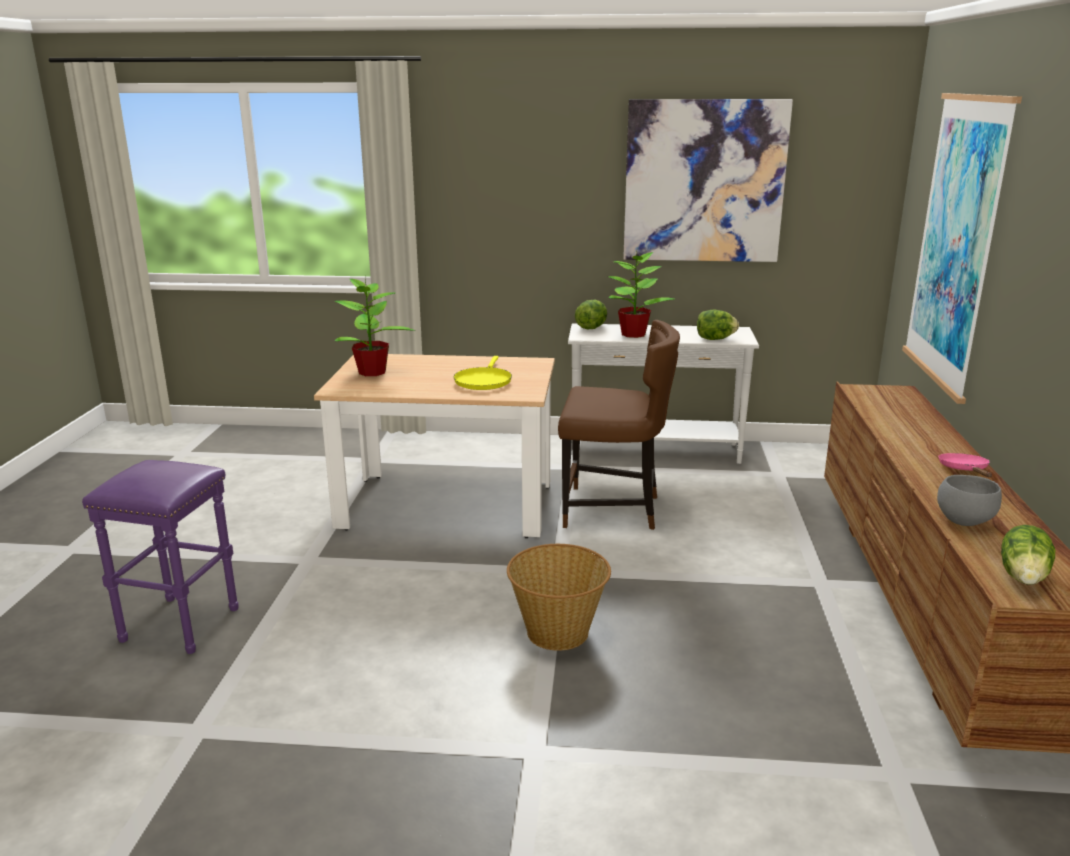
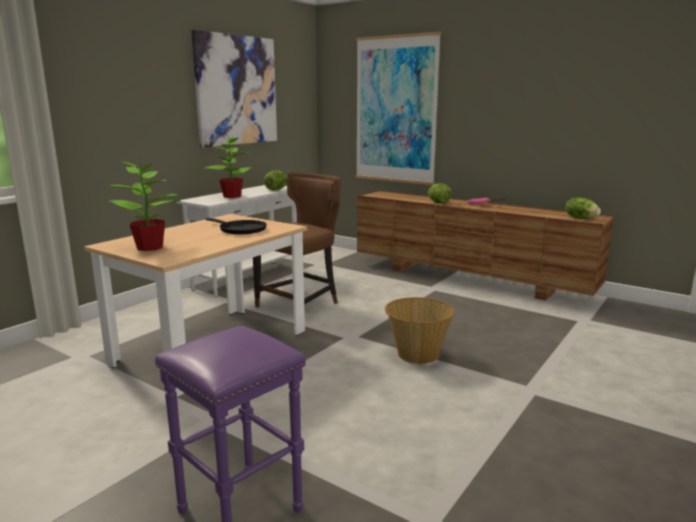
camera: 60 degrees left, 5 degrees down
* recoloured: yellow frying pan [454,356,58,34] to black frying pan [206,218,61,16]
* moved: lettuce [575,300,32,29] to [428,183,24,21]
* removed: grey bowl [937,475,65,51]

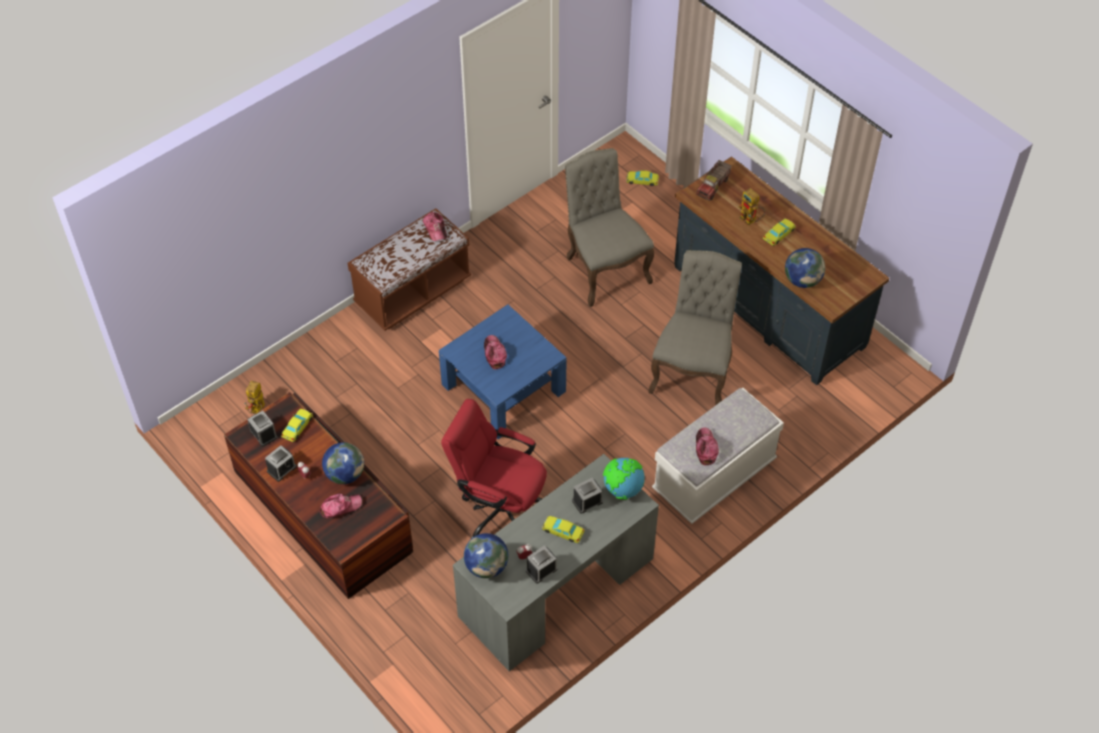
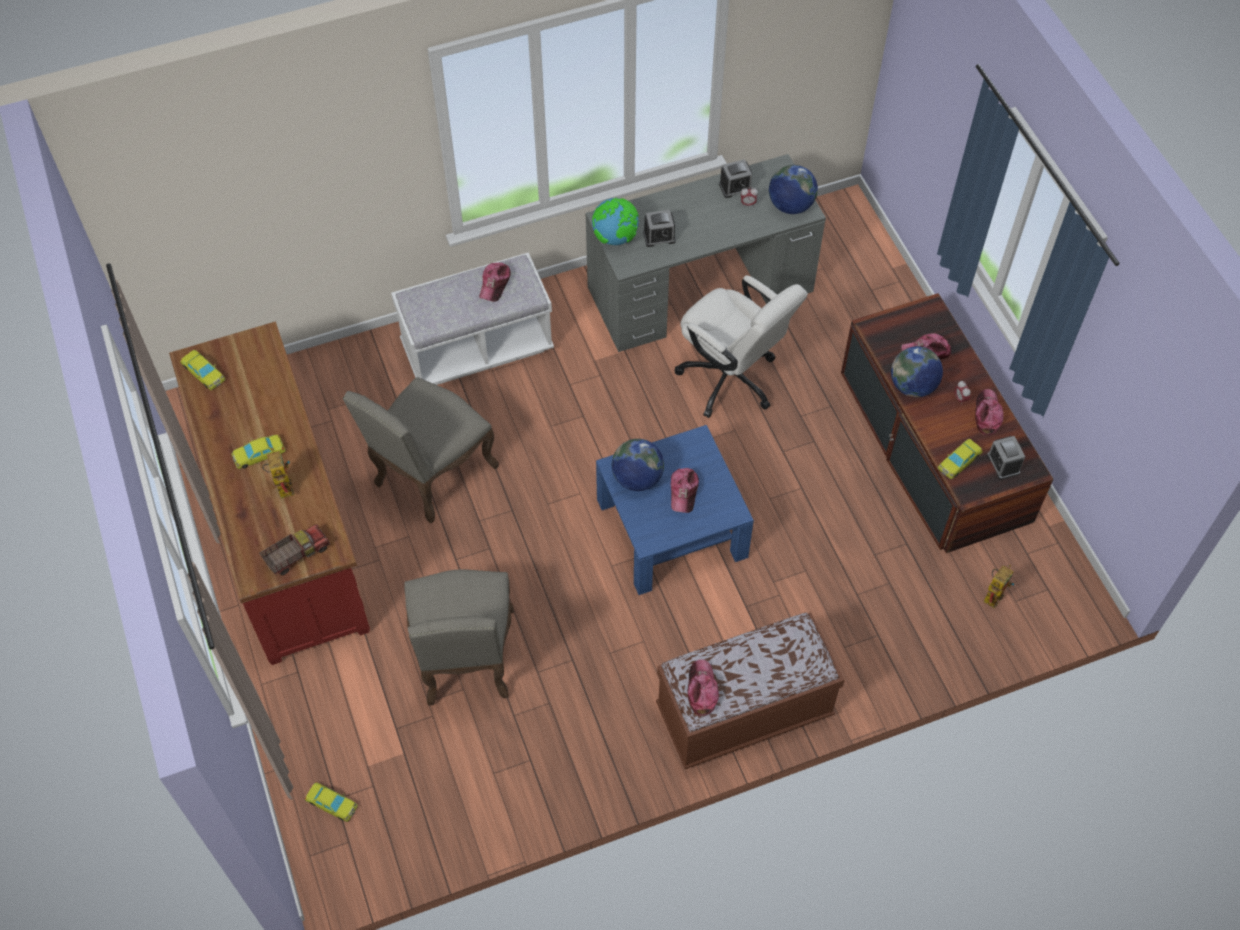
camera: 160 degrees left, 5 degrees up
* recoloured: blue dresser [674,156,215,229] to red dresser [169,321,201,344]
* moved: yellow toy car [542,516,43,27] to [180,350,45,40]
* moved: globe [785,248,40,40] to [612,439,52,52]
* recoloured: red office chair [441,399,106,141] to white office chair [674,275,134,143]
* replaced: alarm clock [265,445,32,37] to cap [975,389,28,46]

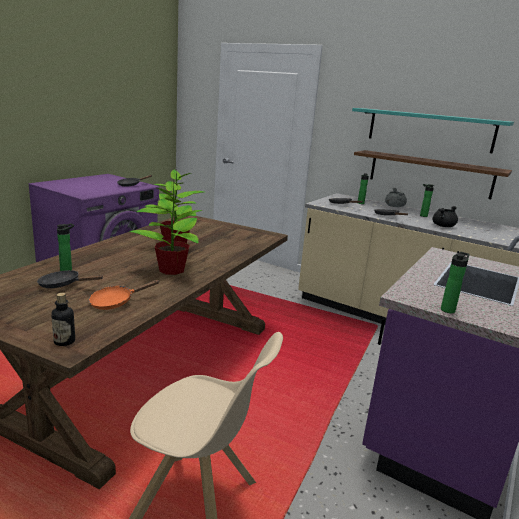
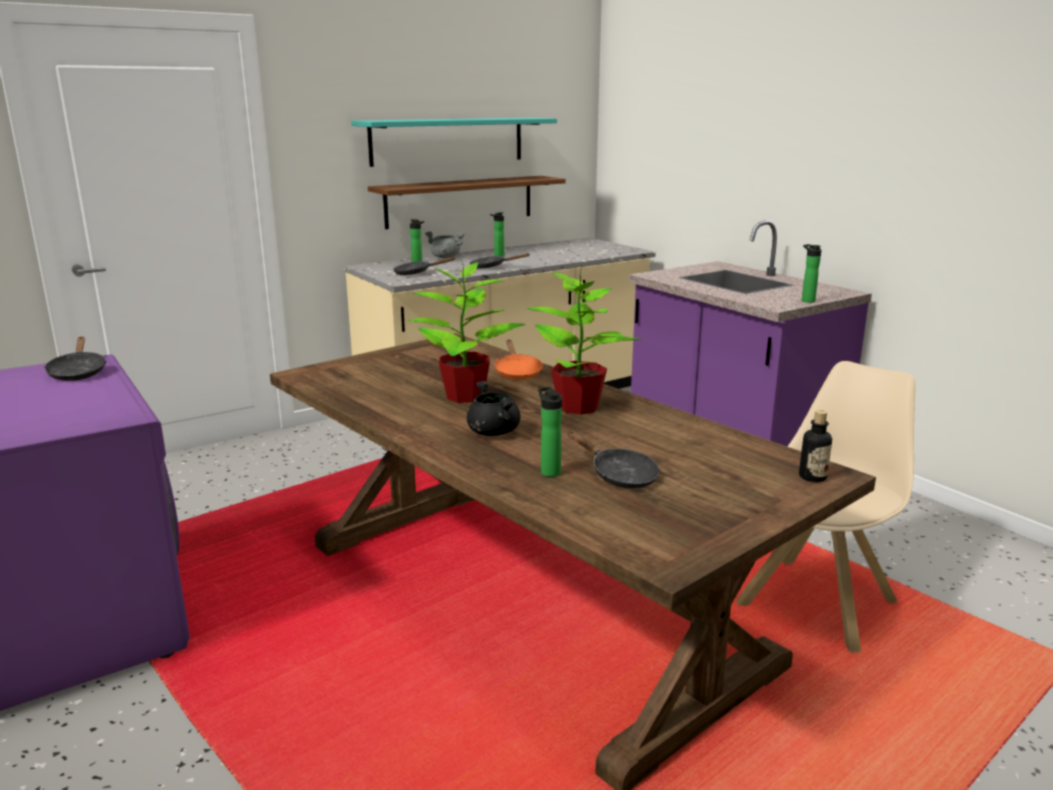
camera: 65 degrees left, 0 degrees up
* moved: black cooking pot [432,206,26,21] to [467,381,53,55]
* moved: orange frying pan [89,280,70,30] to [494,339,49,41]
* turned: black frying pan [37,270,67,18] = [567,431,92,58] 75 degrees counterclockwise

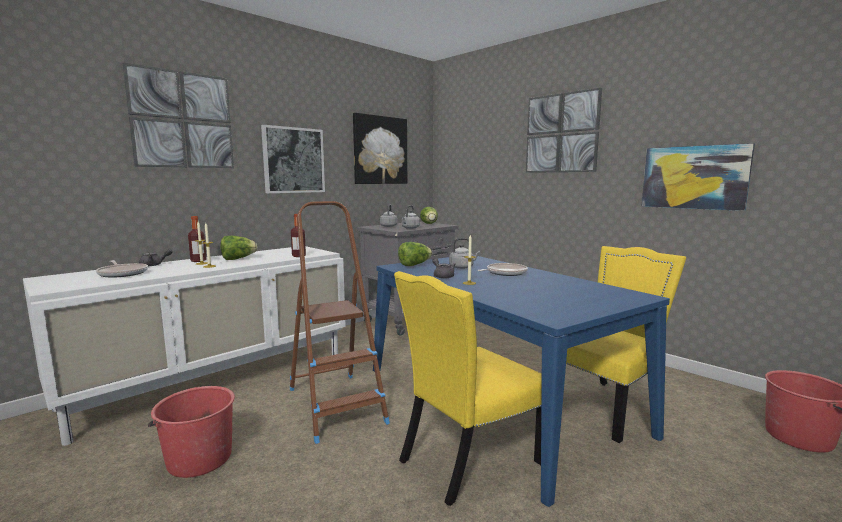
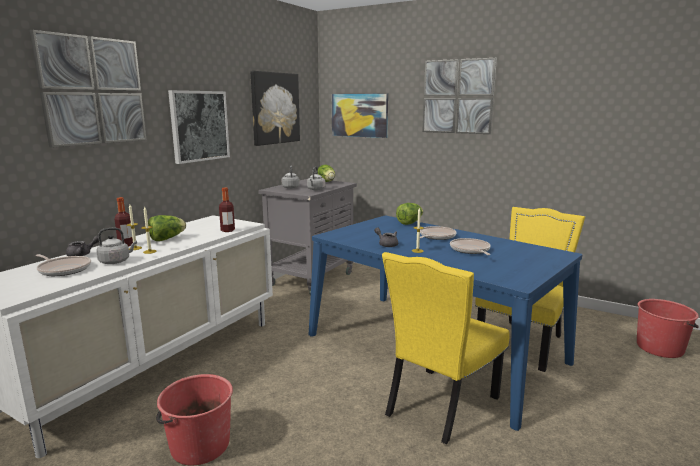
camera: 15 degrees left, 5 degrees up
* moved: grey kettle [449,238,31,31] to [96,227,41,37]
* moved: picture [642,143,113,68] to [332,93,56,45]
* moved: lettuce [398,242,34,24] to [396,203,27,22]
* added: frying pan [450,238,41,17]
* removed: brown step ladder [290,201,100,243]

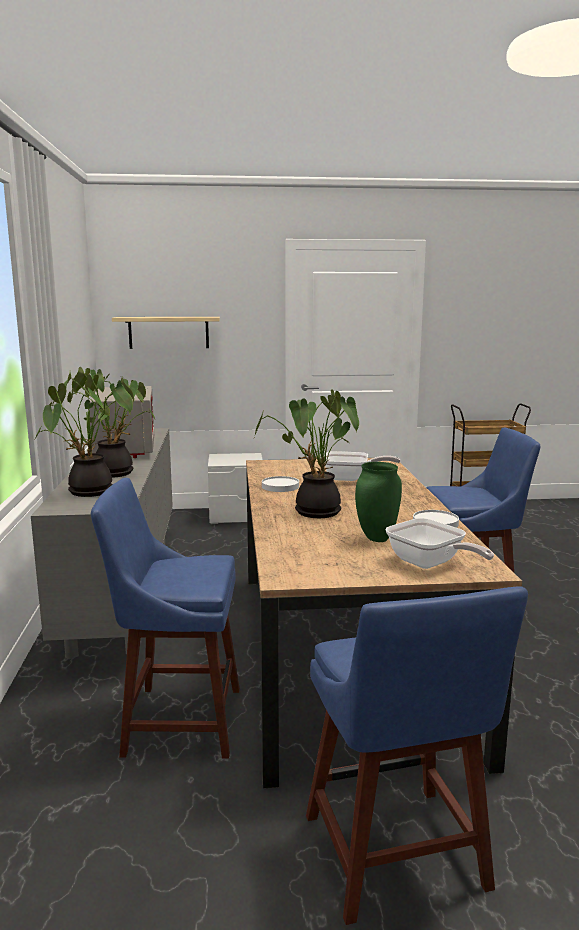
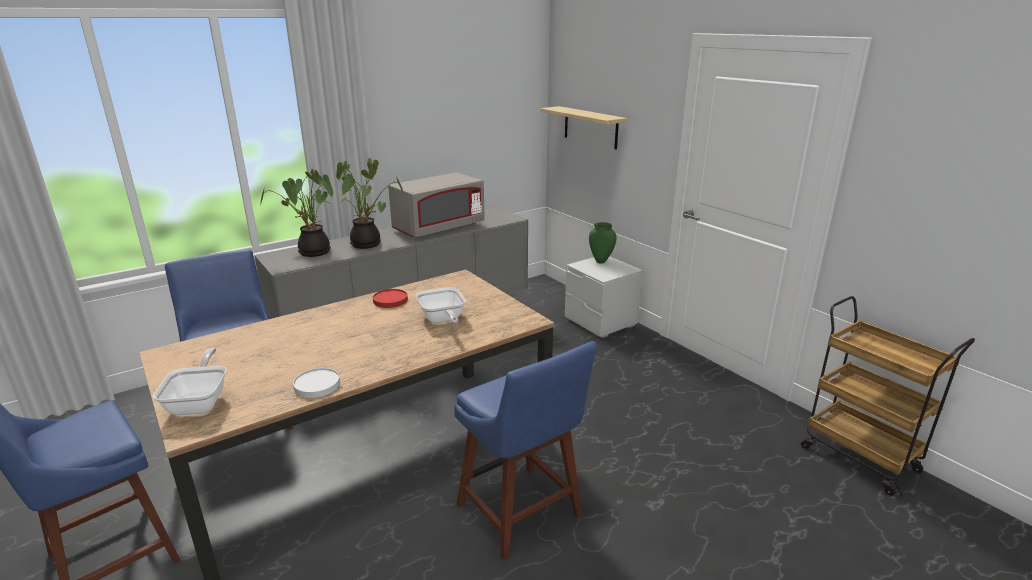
camera: 60 degrees right, 10 degrees up
* turned: frying pan [385,518,109,51] = [153,347,73,68] 150 degrees clockwise
* recoloured: white plate [262,476,37,16] to red plate [373,289,35,19]
* moved: green vase [355,462,47,80] to [589,222,27,42]
* removed: potted plant [255,389,104,129]

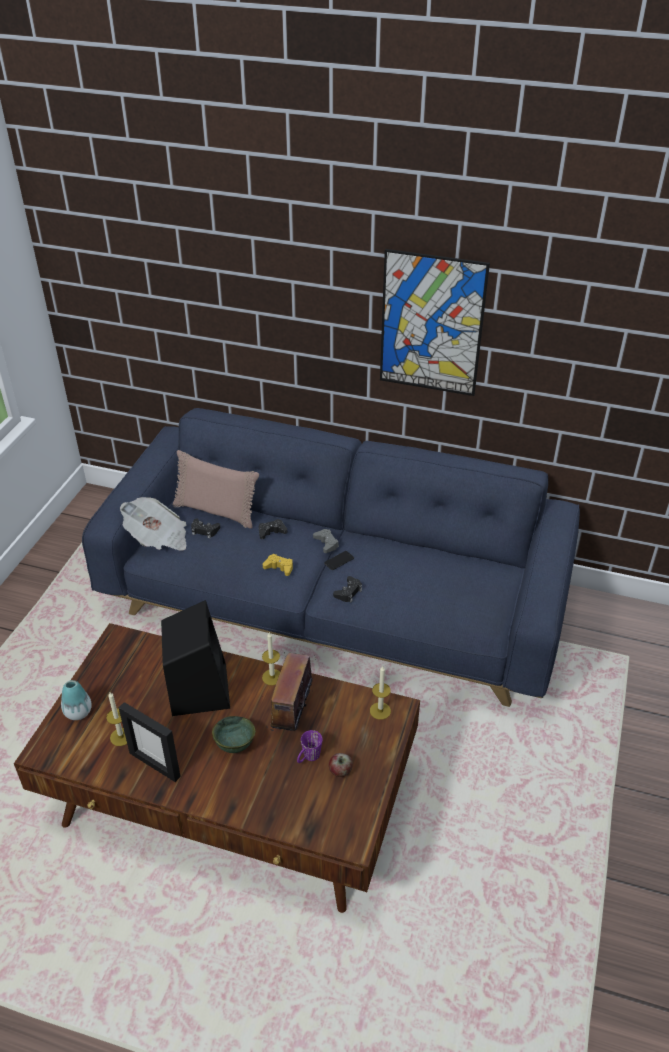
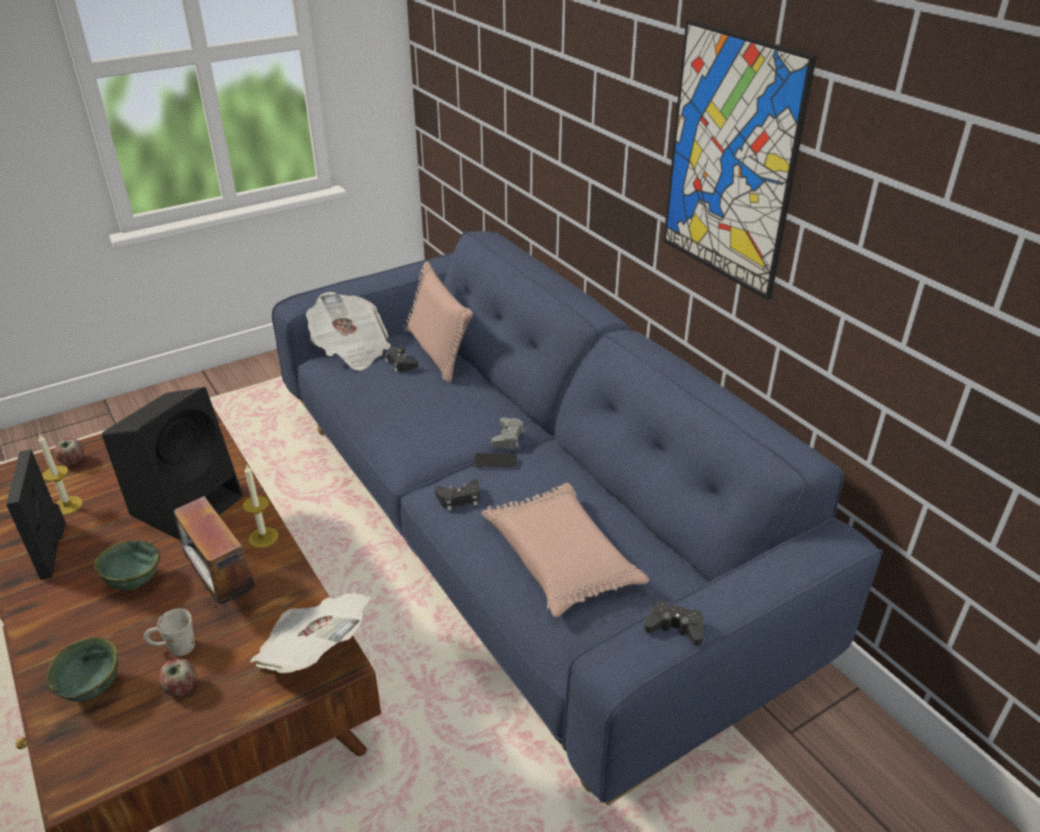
camera: 40 degrees right, 5 degrees down
* added: green bowl [46,637,72,64]
* replaced: vase [61,680,31,40] to apple [54,438,30,28]
* recoloured: purple mug [297,730,26,33] to white mug [144,609,51,47]
* turned: radio [266,652,47,79] = [174,496,82,112] 90 degrees counterclockwise
* replaced: candle [370,666,21,54] to newspaper [250,592,120,81]
* added: beige pillow [482,483,167,134]
* moved: black game controller [259,519,28,20] to [644,600,59,46]
* removed: yellow game controller [263,554,30,22]

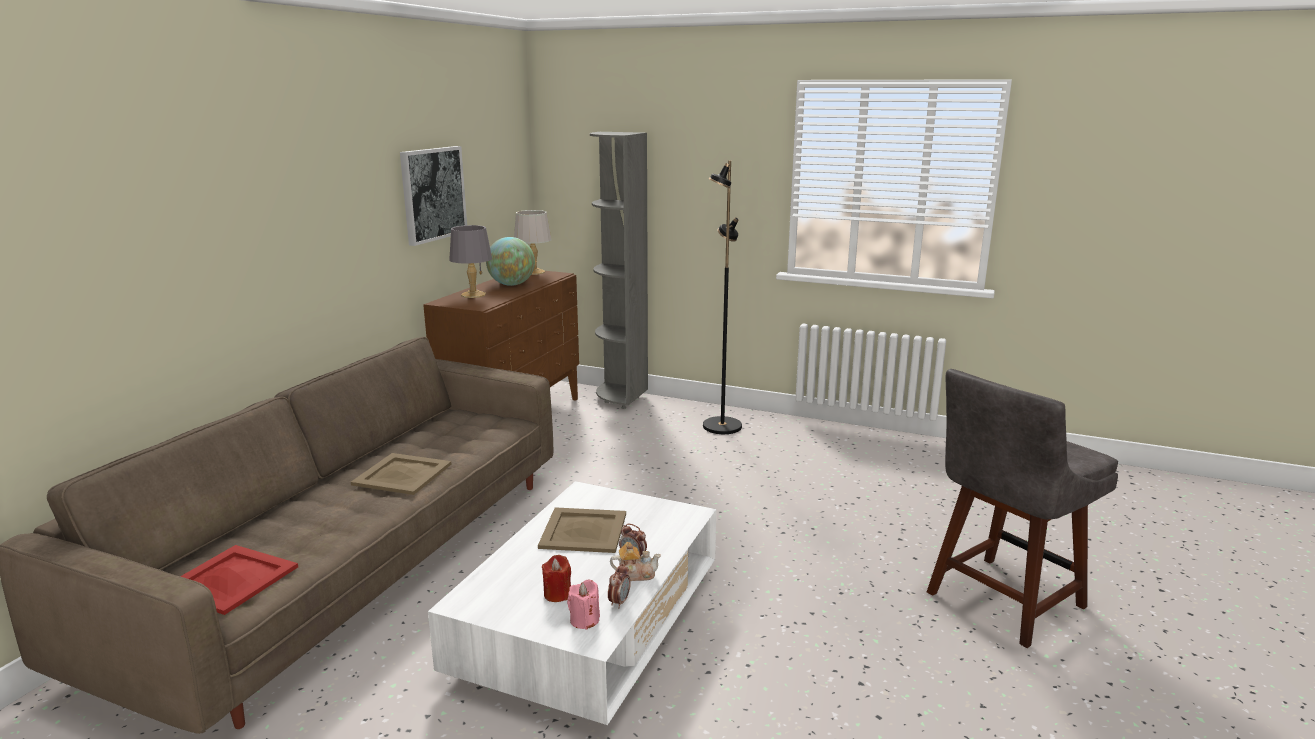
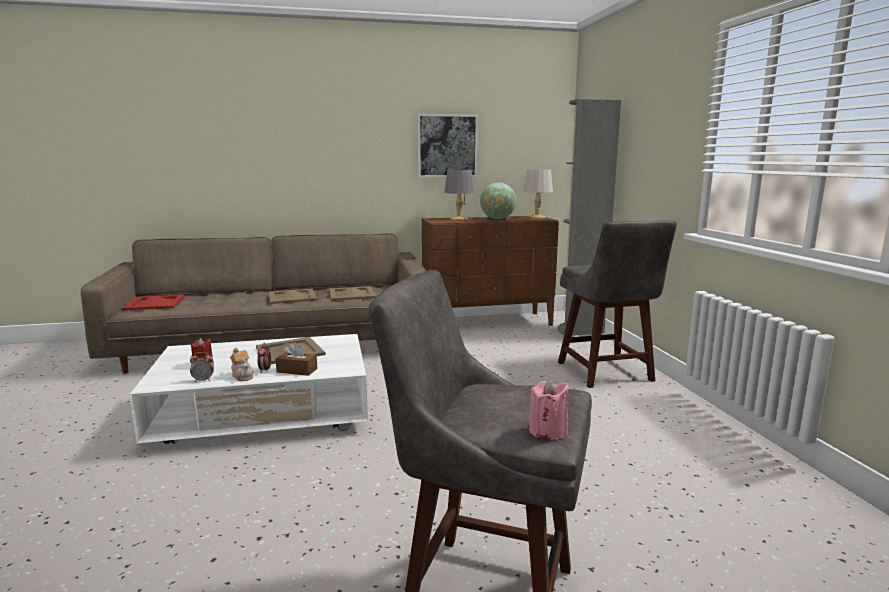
camera: 55 degrees right, 5 degrees down
* added: brown tissue box [276,342,41,34]
* added: beige tray [329,286,47,15]
* moved: pink candle [567,580,33,50] to [529,379,39,61]
* replaced: black floor lamp [703,160,39,274] to grey stool [558,220,119,168]

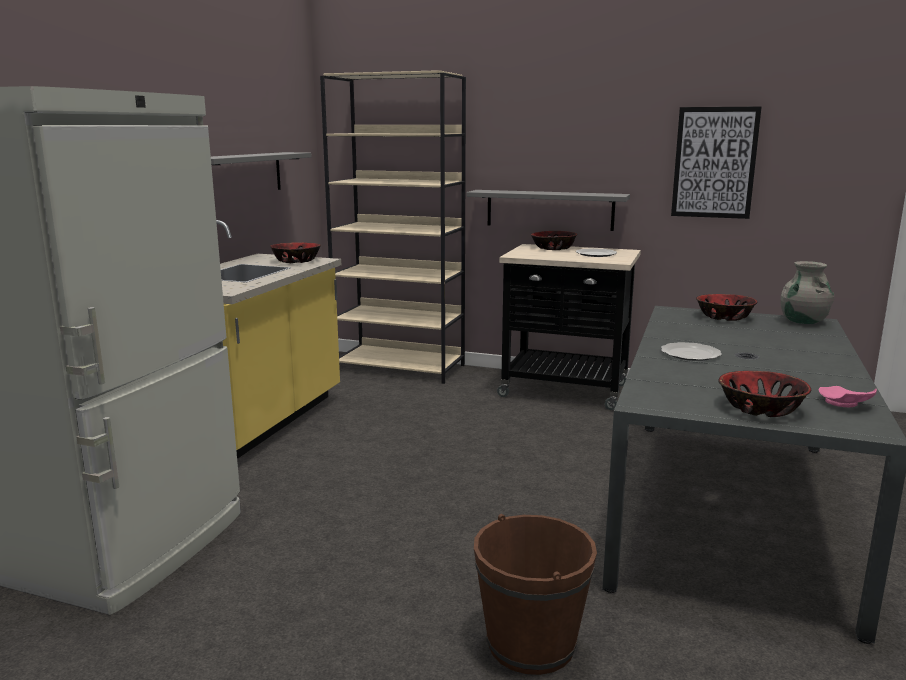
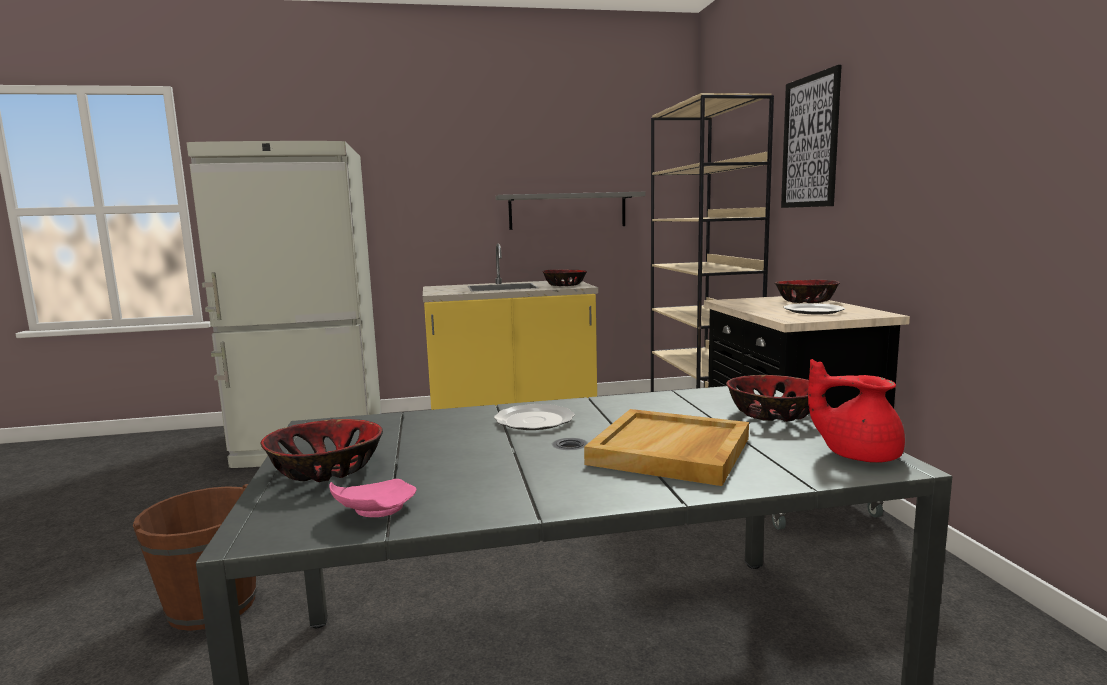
camera: 60 degrees right, 5 degrees down
* added: beige tray [584,409,165,77]
* moved: picture [671,107,91,112] to [781,65,61,143]
* replaced: grey vase [780,261,54,63] to red teapot [808,359,97,104]
* removed: grey shelf [466,190,164,41]

